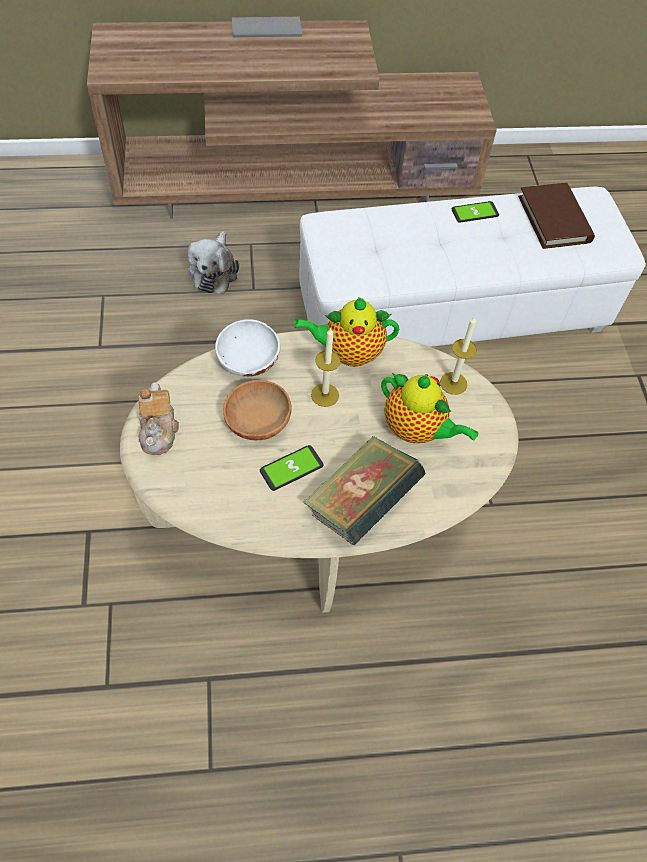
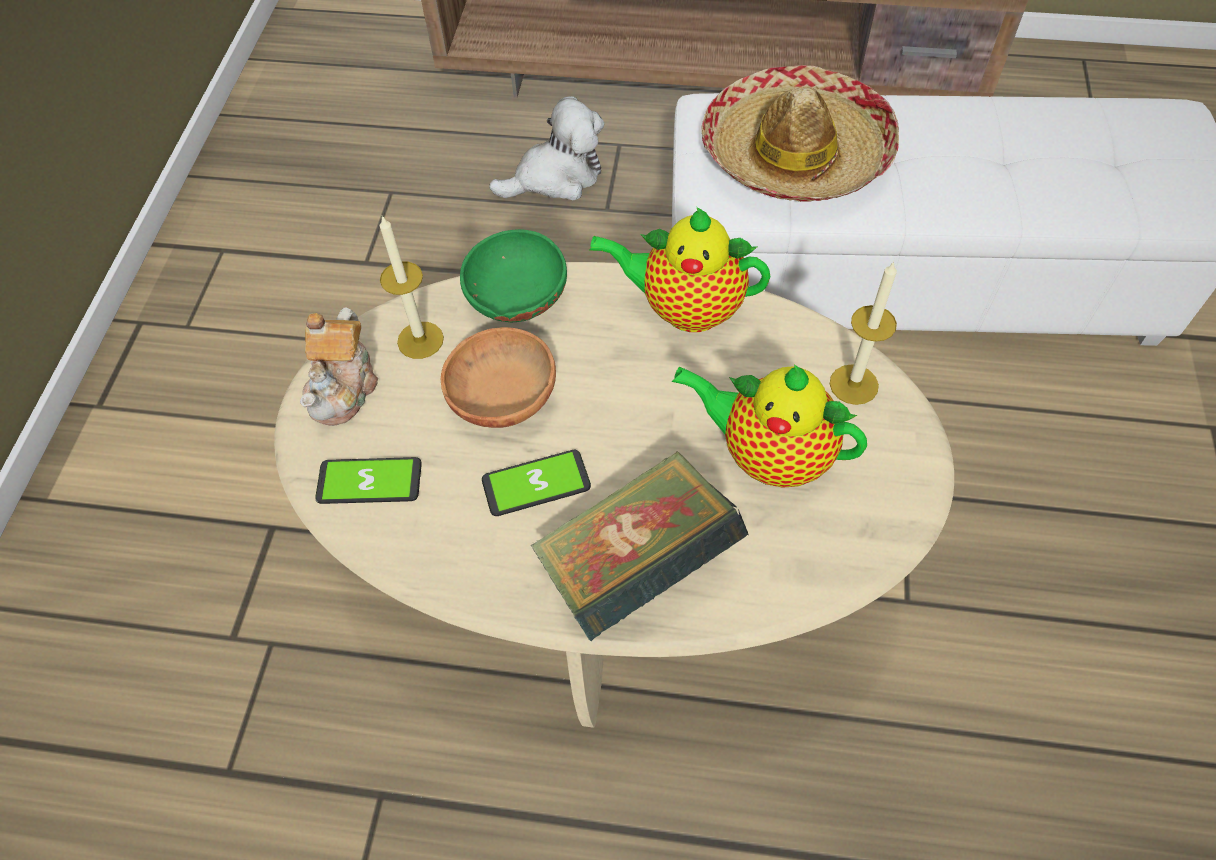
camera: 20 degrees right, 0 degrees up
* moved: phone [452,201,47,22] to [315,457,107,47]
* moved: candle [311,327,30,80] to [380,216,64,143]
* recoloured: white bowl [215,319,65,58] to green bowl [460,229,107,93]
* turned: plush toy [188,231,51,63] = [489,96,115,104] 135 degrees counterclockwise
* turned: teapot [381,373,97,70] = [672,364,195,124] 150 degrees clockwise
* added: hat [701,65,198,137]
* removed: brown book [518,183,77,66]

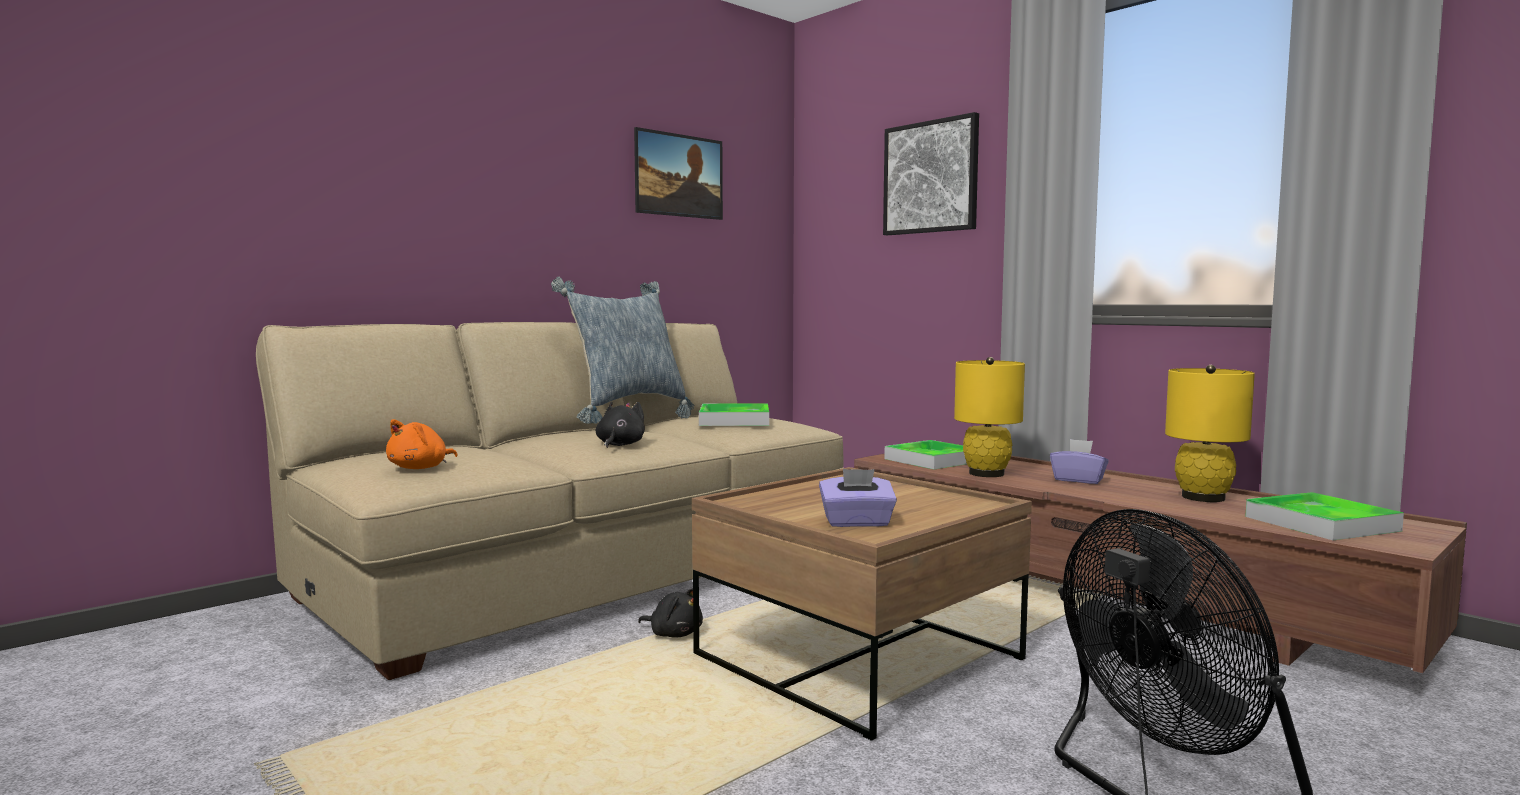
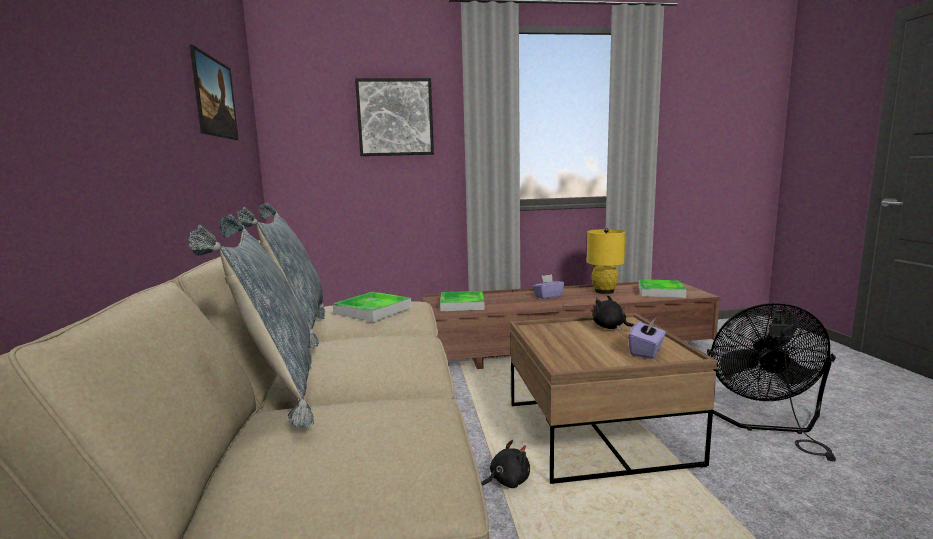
camera: 55 degrees left, 5 degrees up
* added: pillow [189,214,125,214]
* moved: black plush toy [596,402,49,46] to [592,295,42,35]
* removed: orange plush toy [386,419,71,50]
* removed: yellow table lamp [954,357,71,120]

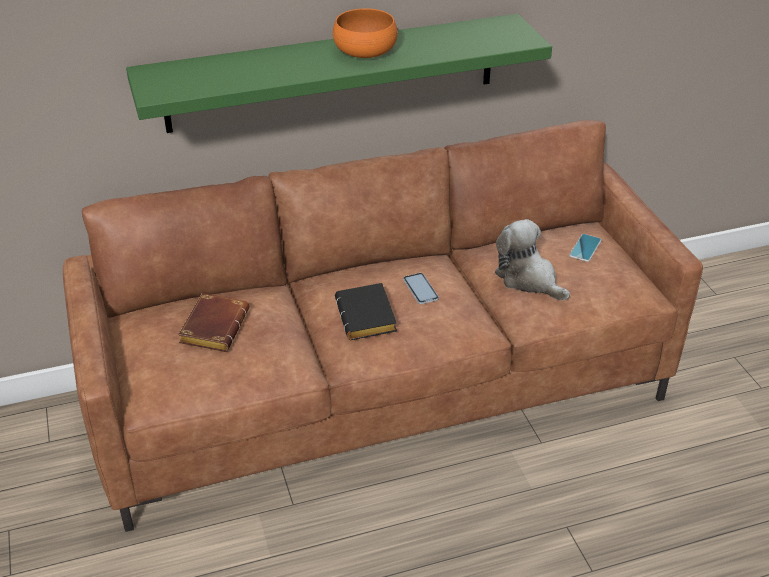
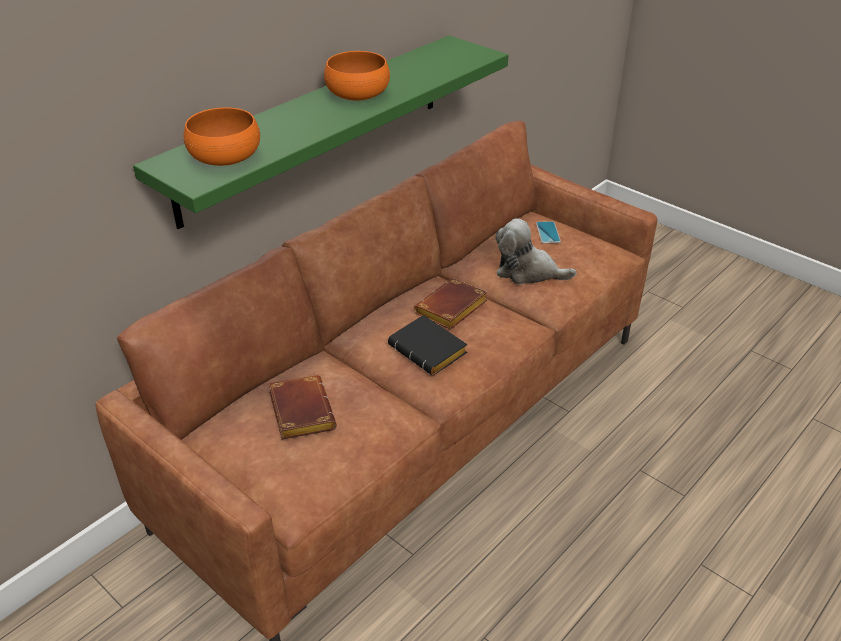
camera: 30 degrees left, 0 degrees up
* added: orange bowl [183,107,77,59]
* replaced: phone [403,273,36,31] to brown book [414,278,73,51]

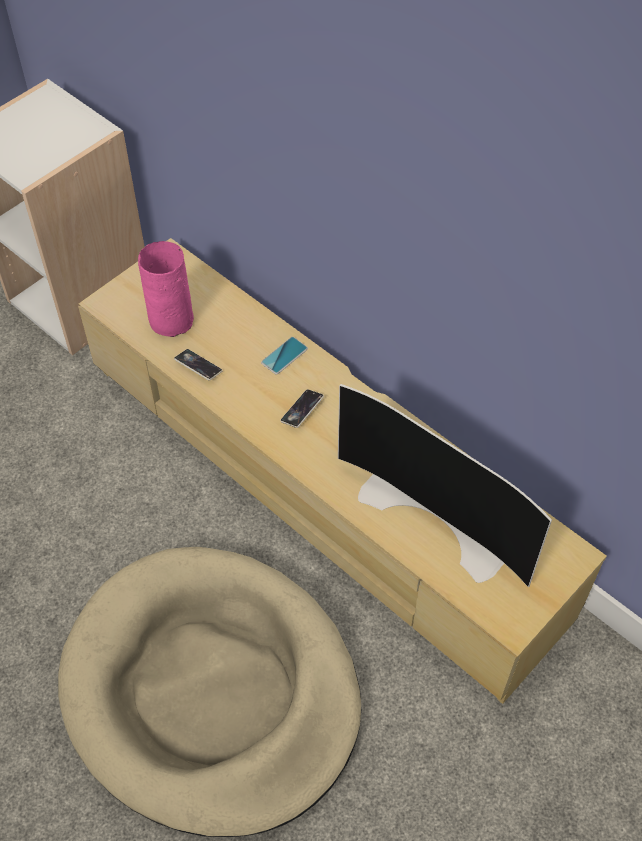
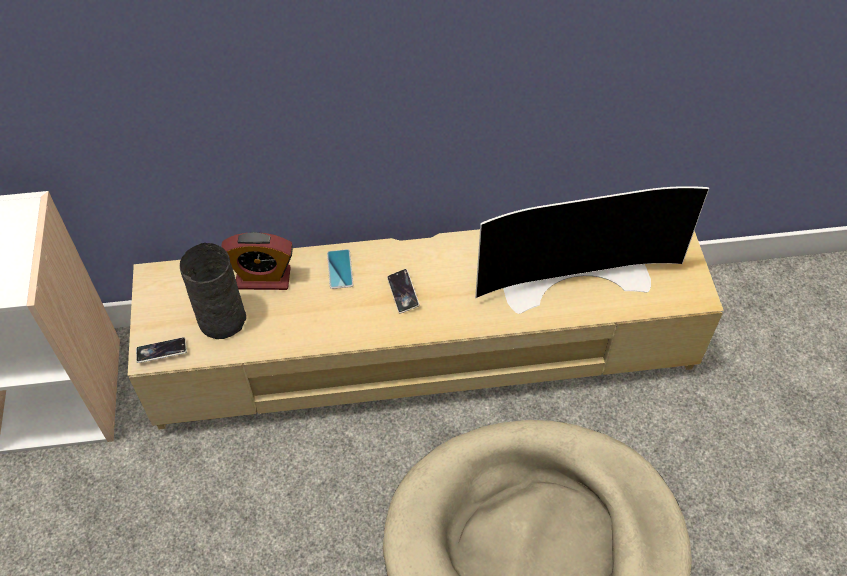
camera: 50 degrees left, 0 degrees up
* moved: phone [174,349,48,31] to [136,337,51,26]
* recoloured: pink vase [138,241,56,96] to grey vase [180,243,66,96]
* added: alarm clock [221,232,72,58]

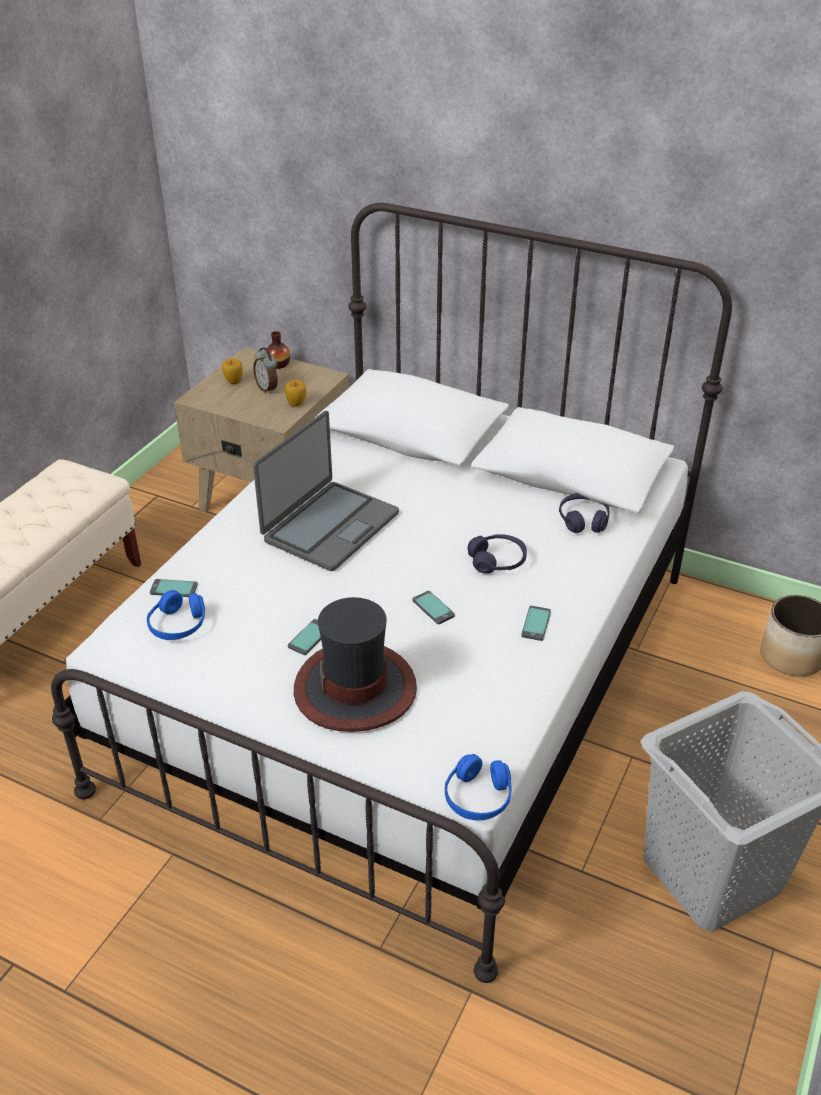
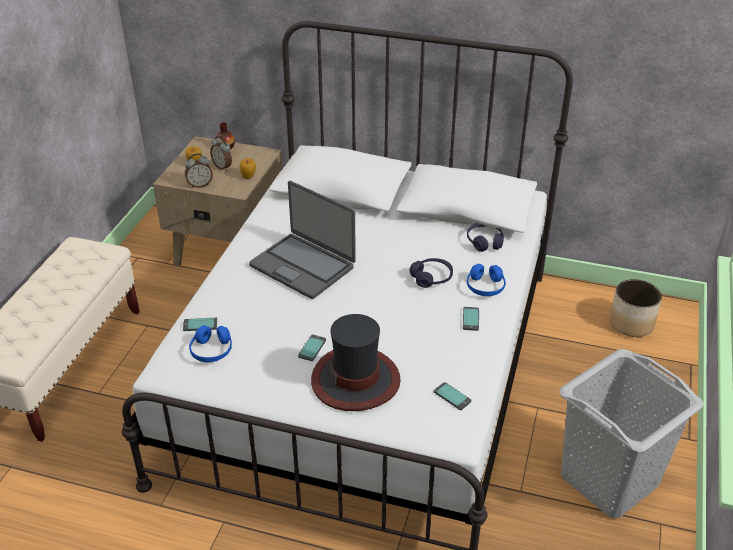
camera: 10 degrees left, 0 degrees up
* added: alarm clock [185,153,28,35]
* turned: laptop [253,411,146,160] = [249,181,107,118] 105 degrees clockwise
* moved: phone [412,591,43,33] to [434,382,37,28]
* moved: blue headphones [445,754,67,66] to [467,264,39,32]

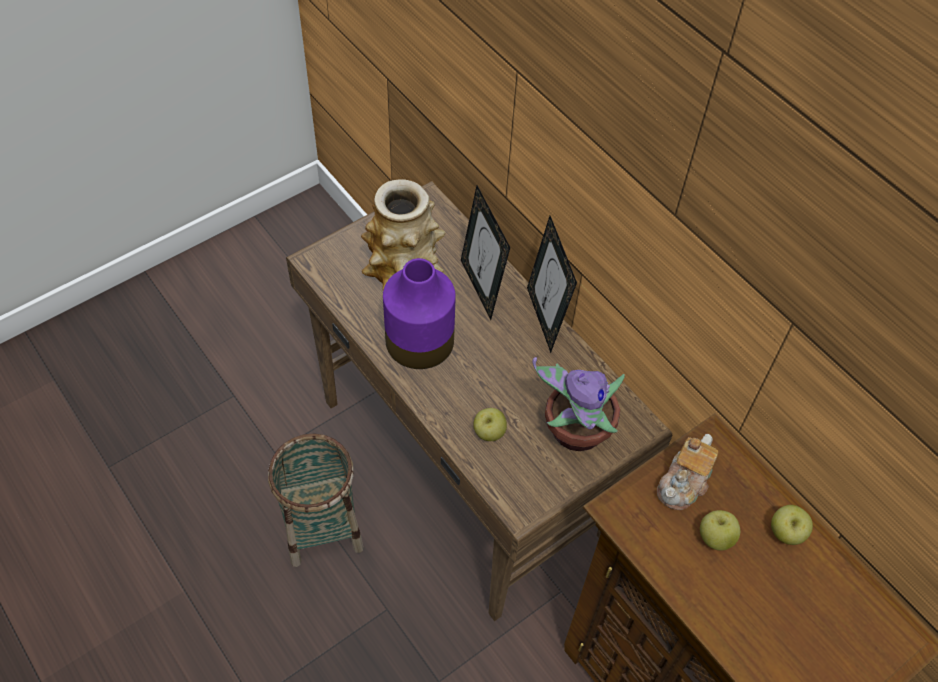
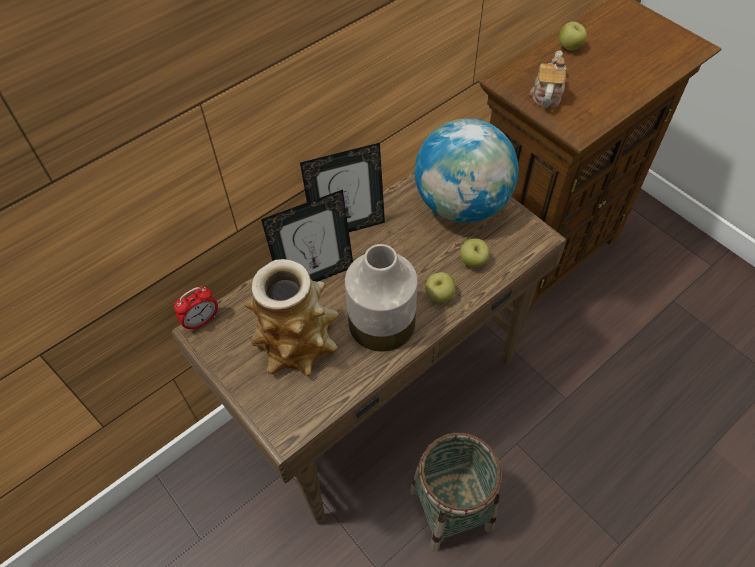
camera: 90 degrees left, 0 degrees up
* added: alarm clock [174,287,44,44]
* recoloured: purple vase [383,258,73,111] to beige vase [345,244,73,108]
* replaced: potted plant [532,357,93,94] to globe [415,118,104,105]
* moved: apple [700,510,40,40] to [425,272,31,30]
* turned: teapot [657,434,61,76] = [530,51,37,57] 105 degrees counterclockwise

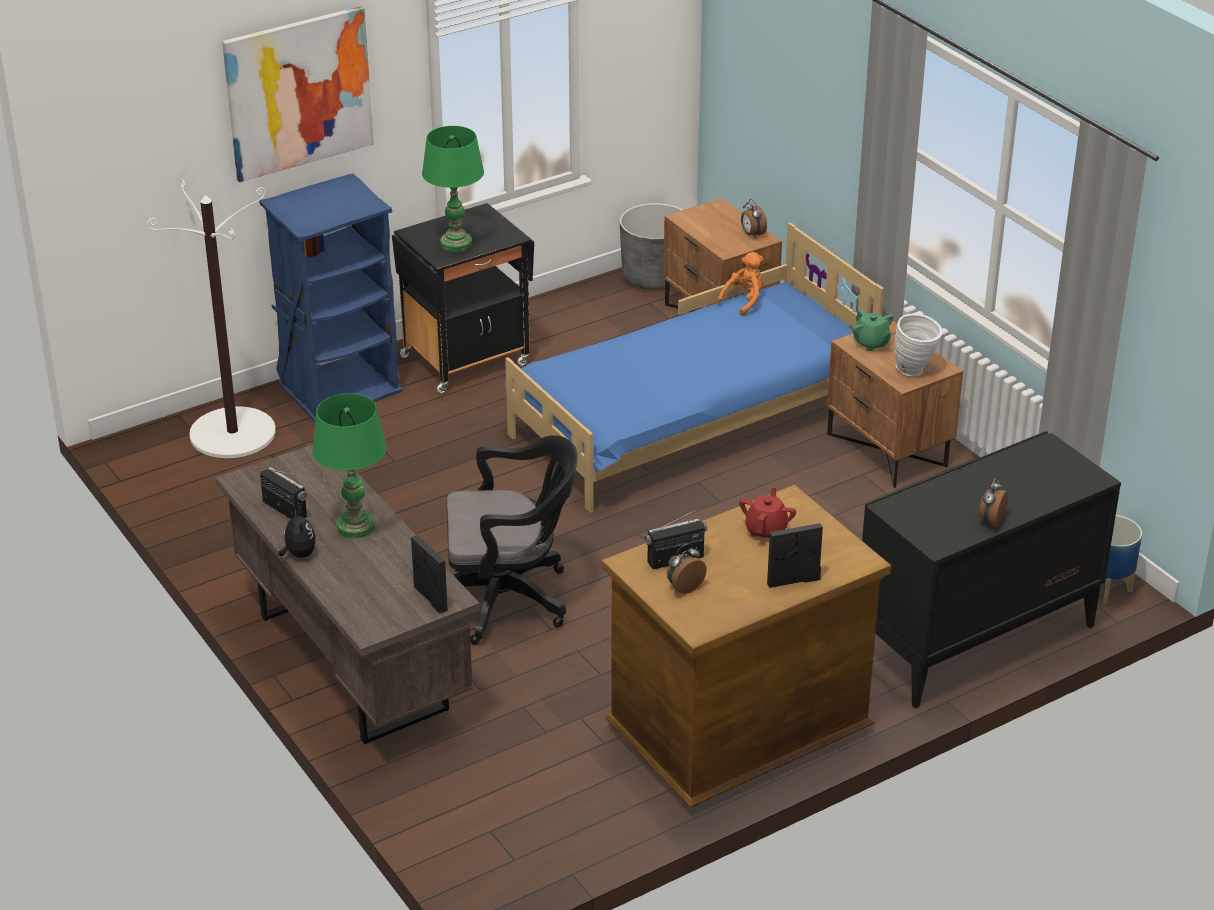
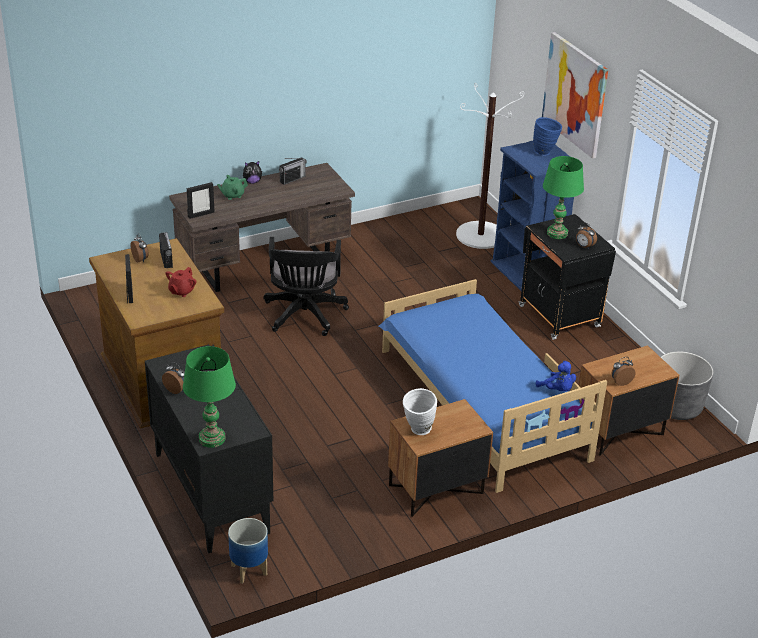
camera: 95 degrees right, 0 degrees up
* turned: red teapot [739,487,57,51] = [166,267,31,30] 90 degrees clockwise
* moved: green table lamp [312,393,75,145] to [183,346,53,102]
* moved: green teapot [853,309,40,42] to [217,175,31,25]
* added: blue vase [533,117,29,39]
* recoloured: orange plush toy [717,252,46,64] to blue plush toy [536,361,40,31]
* added: alarm clock [576,223,21,26]

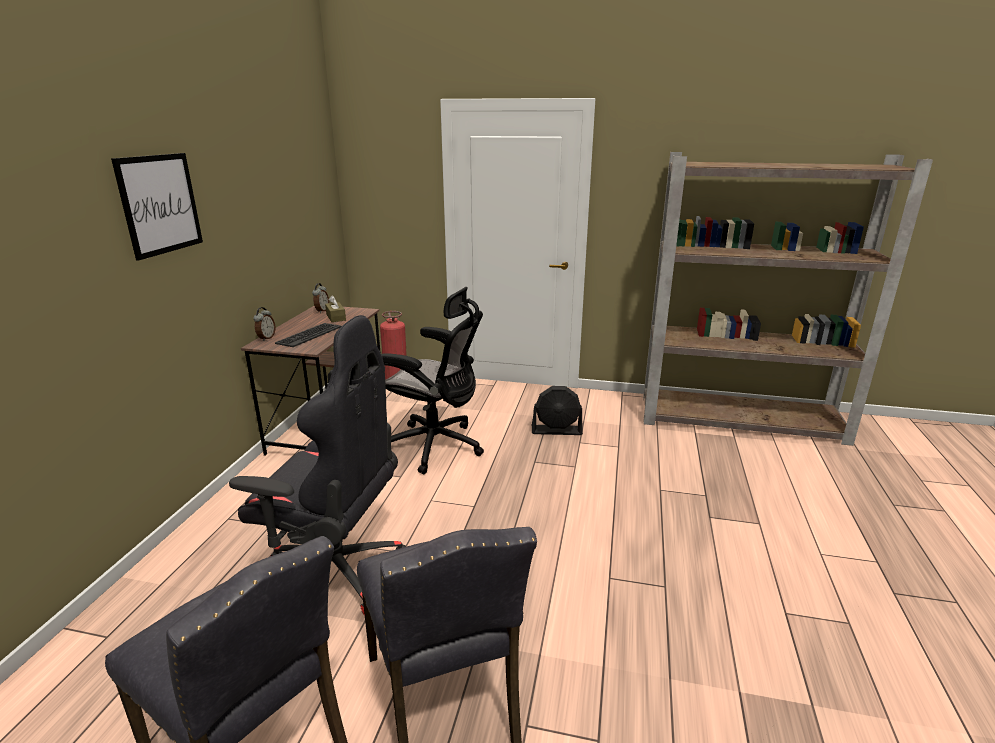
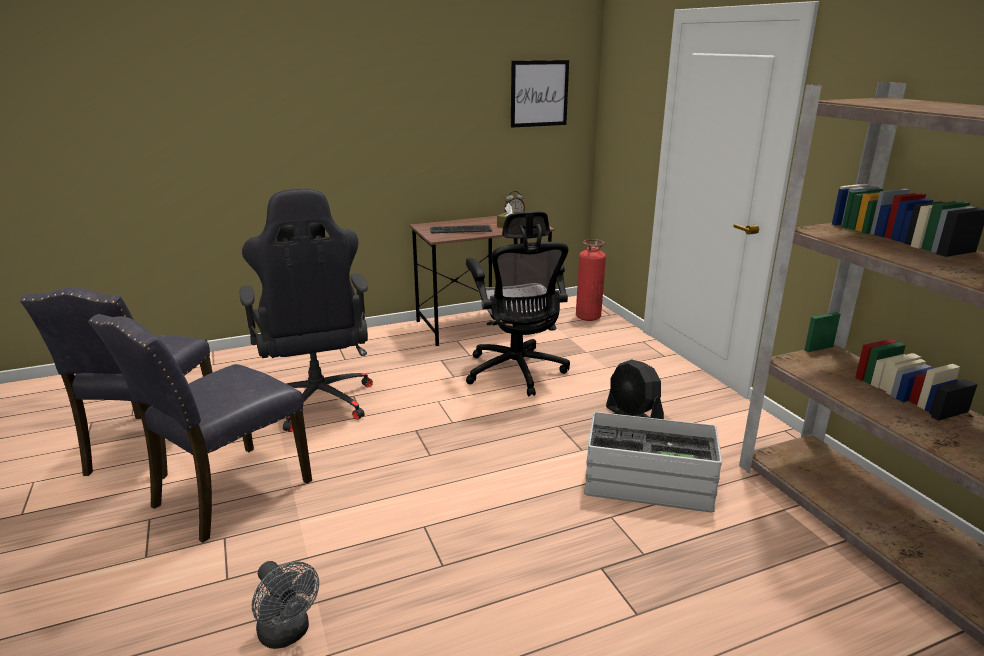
camera: 55 degrees right, 0 degrees up
* added: grey fan [252,561,67,88]
* moved: picture [111,153,92,108] to [511,60,58,68]
* added: grey storage box [584,412,138,100]
* removed: alarm clock [253,307,22,34]

